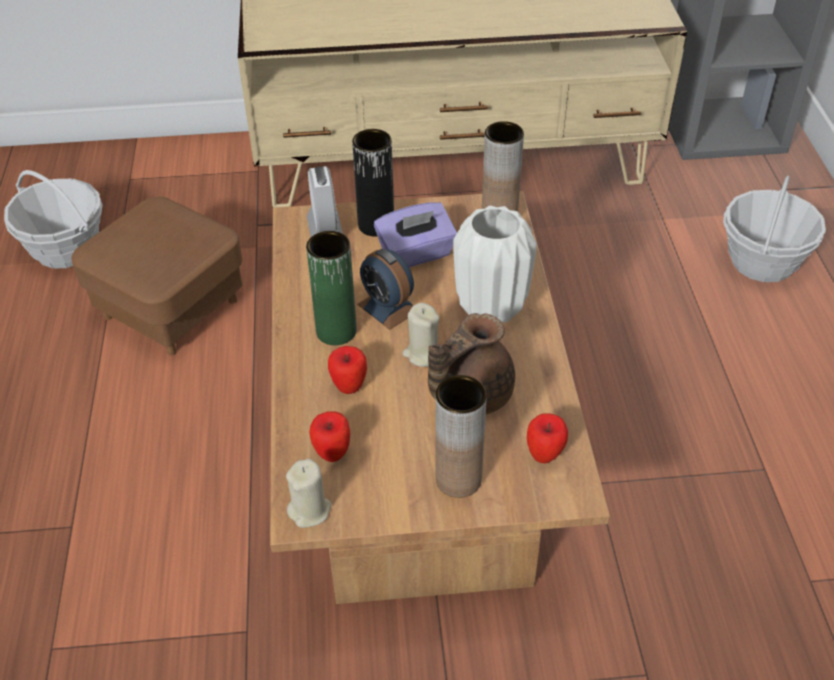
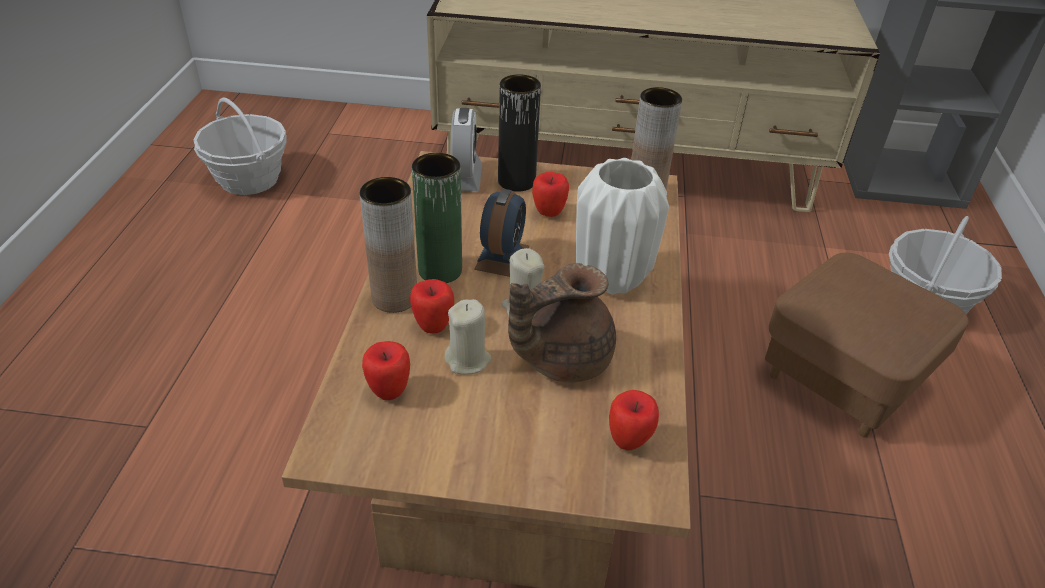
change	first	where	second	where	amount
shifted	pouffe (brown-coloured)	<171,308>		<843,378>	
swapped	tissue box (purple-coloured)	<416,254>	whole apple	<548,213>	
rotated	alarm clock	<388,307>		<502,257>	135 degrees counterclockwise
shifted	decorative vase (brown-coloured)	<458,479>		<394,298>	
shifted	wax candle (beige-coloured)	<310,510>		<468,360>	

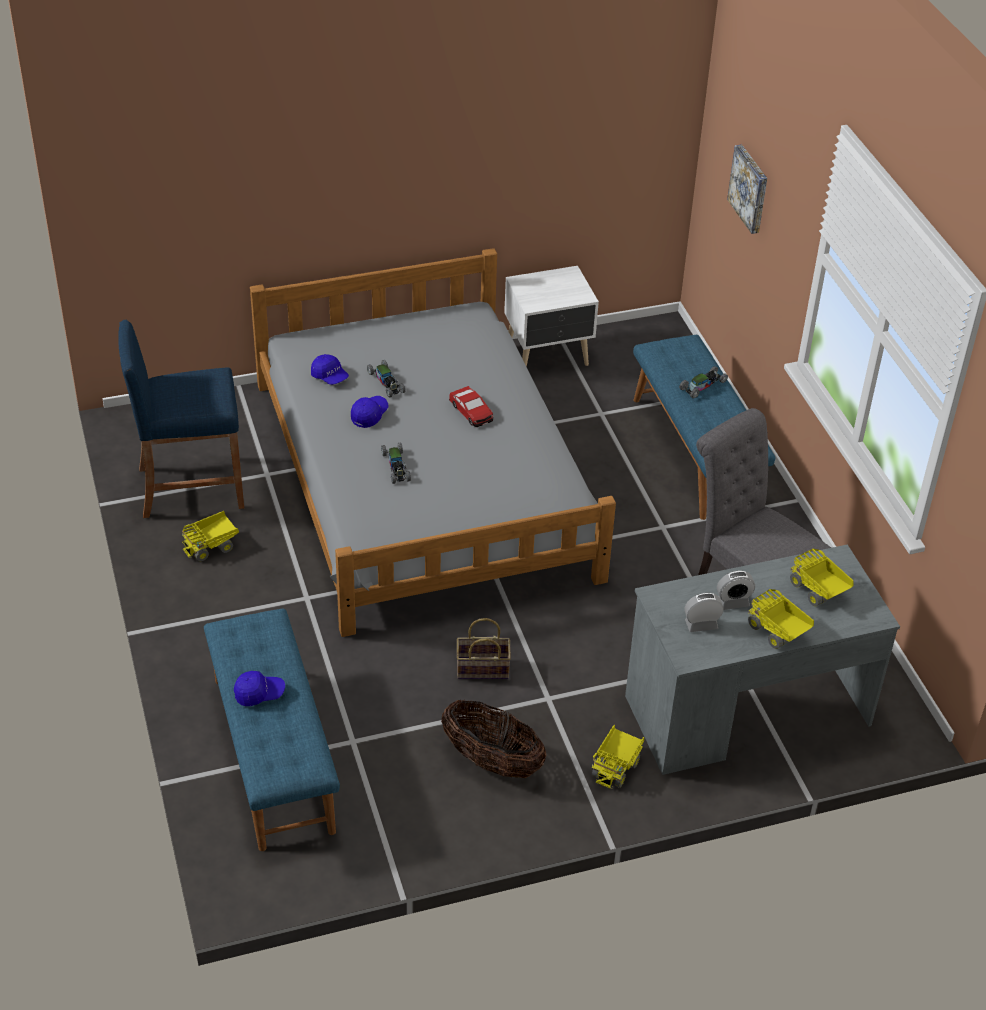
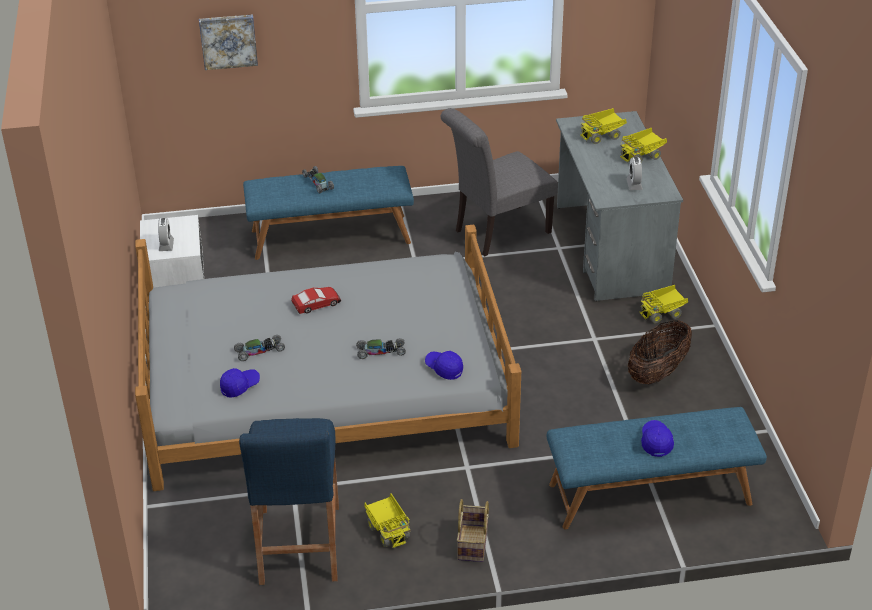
change	first	where	second	where	amount
shifted	baseball cap (blue-coloured)	<369,415>		<444,368>	
shifted	alarm clock	<733,602>		<166,245>	
shifted	storage basket	<481,669>		<473,544>	
rotated	model truck	<616,767>		<662,313>	120 degrees clockwise

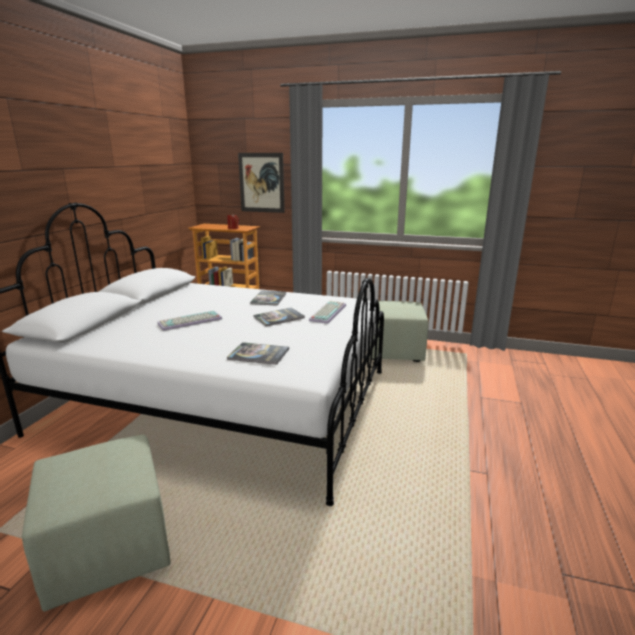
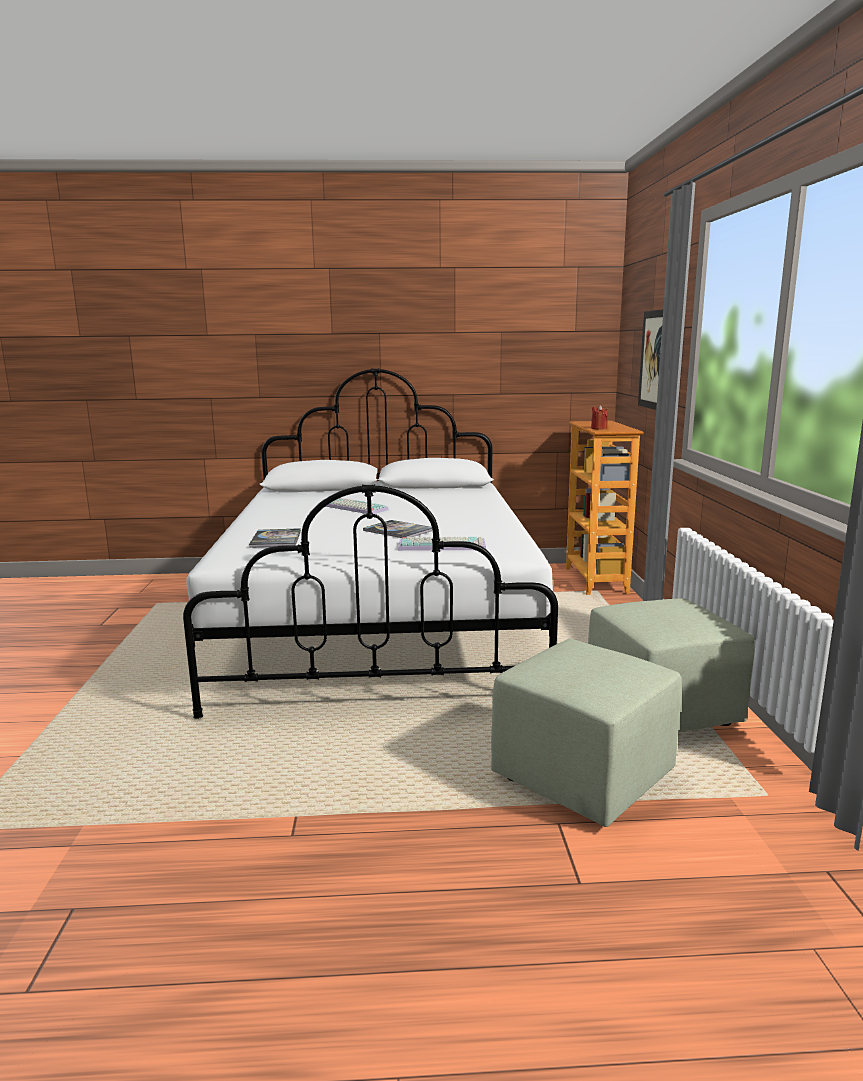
change	first	where	second	where	amount
gone	book	<269,298>			
shifted	pouffe (greenish)	<109,550>		<582,777>	

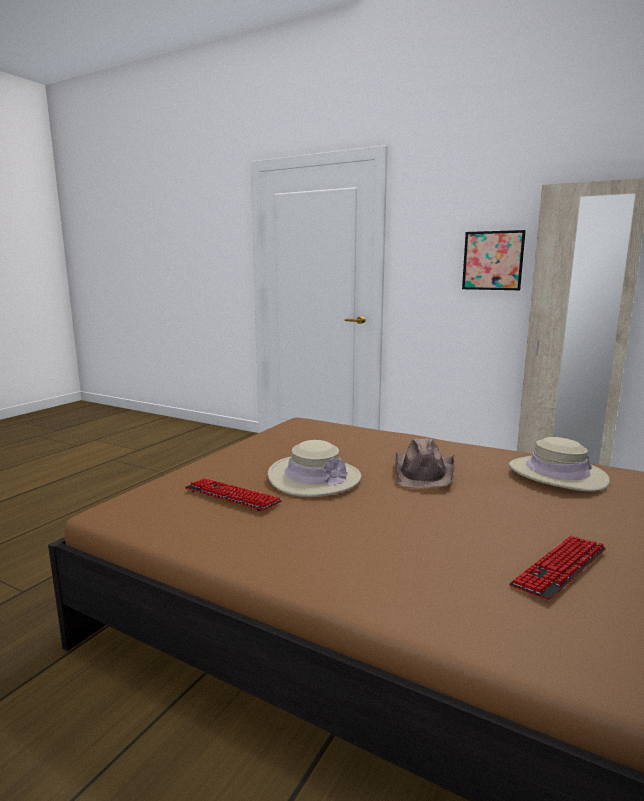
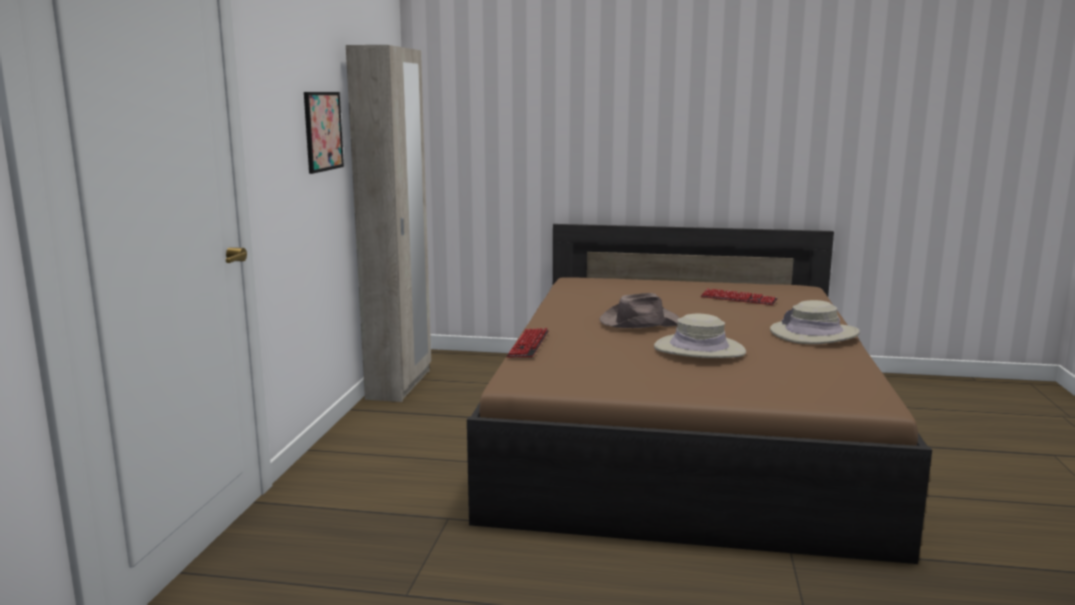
change	first	where	second	where	amount
shifted	hat (beige-coloured)	<557,474>		<814,334>	
shifted	PC keyboard	<232,496>		<528,345>	

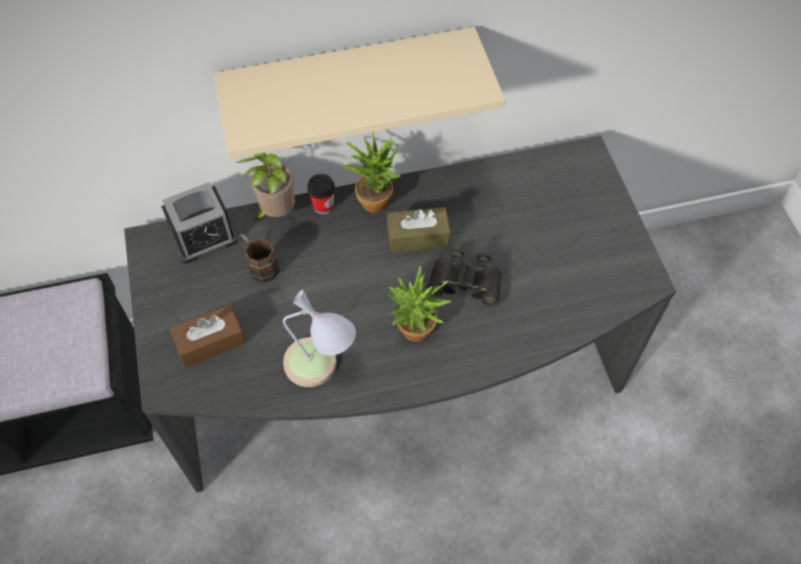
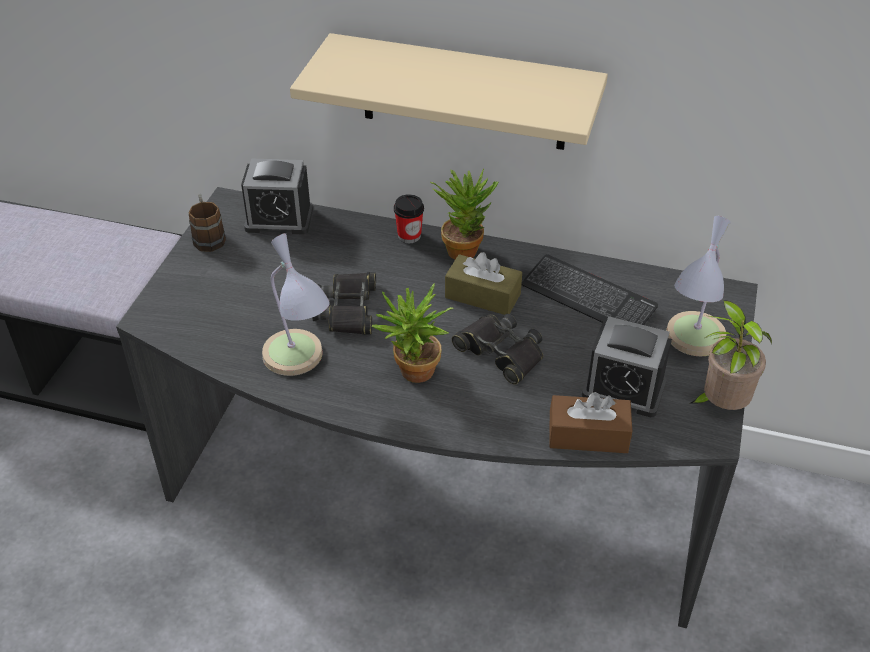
change	first	where	second	where	amount
shifted	houseplant	<276,212>		<720,406>	
shifted	coffee mug (brown-coloured)	<259,265>		<208,236>	
shifted	tissue box (brown-coloured)	<210,342>		<588,435>	
new			table lamp	<690,344>	
new			PC keyboard	<588,297>	
new			pair of binoculars (black-coloured)	<348,309>	
new			alarm clock	<623,389>	

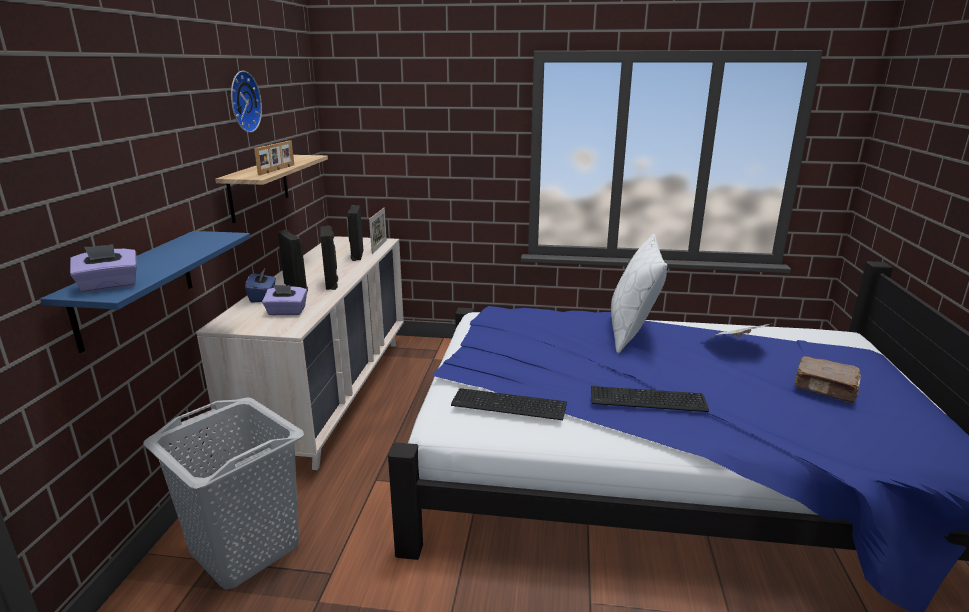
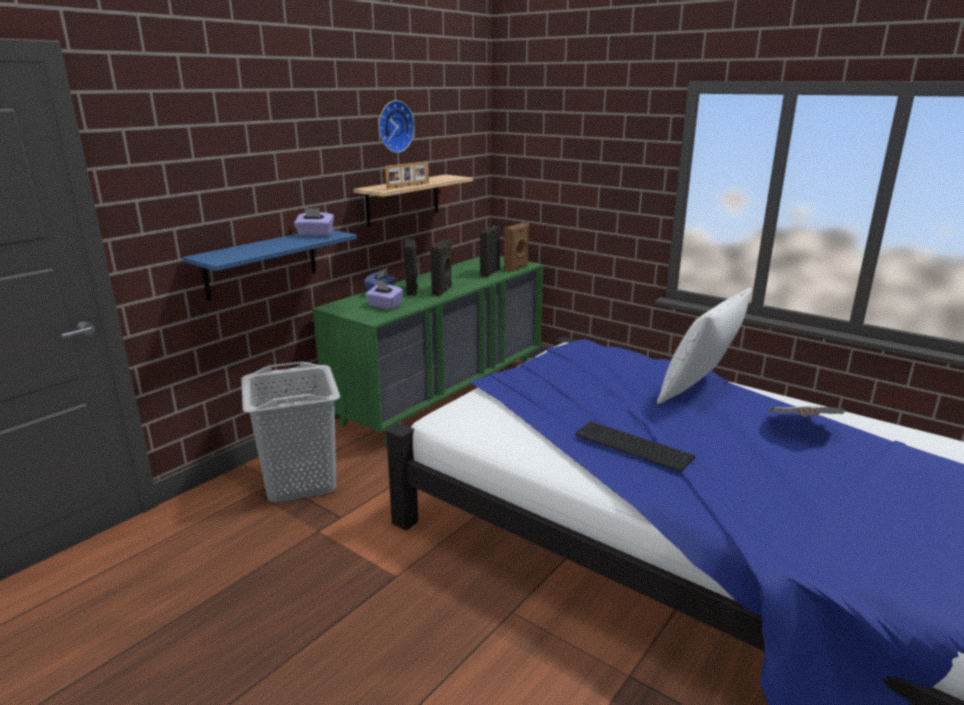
change	first	where	second	where	amount
swapped	photo frame	<379,247>	speaker (brown-coloured)	<516,268>	
repainted	dresser (beige-coloured)	<331,393>	dresser (greenish)	<443,393>	
shifted	tissue box (purple-coloured)	<109,286>		<315,235>	
gone	book (brown-coloured)	<826,389>			
gone	PC keyboard	<510,405>			

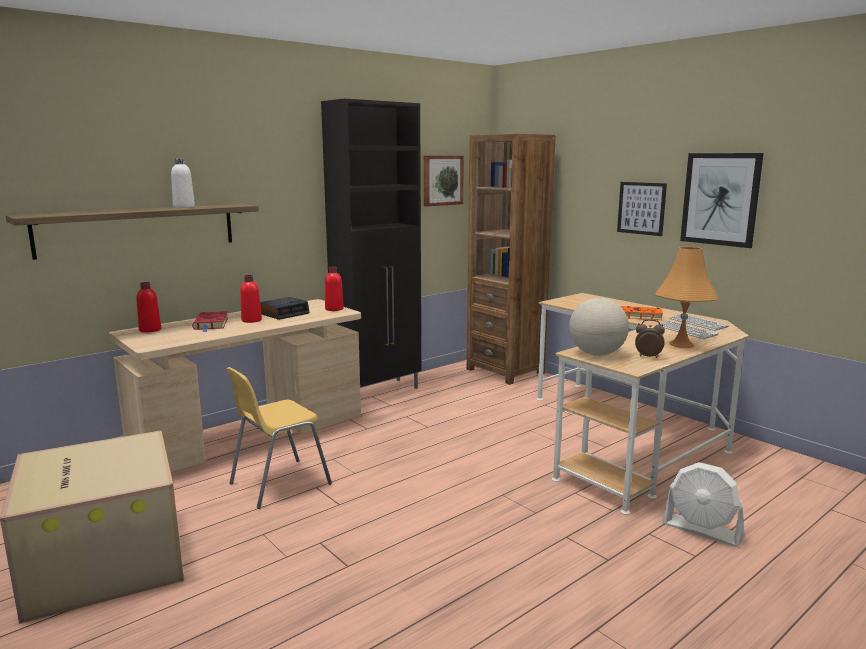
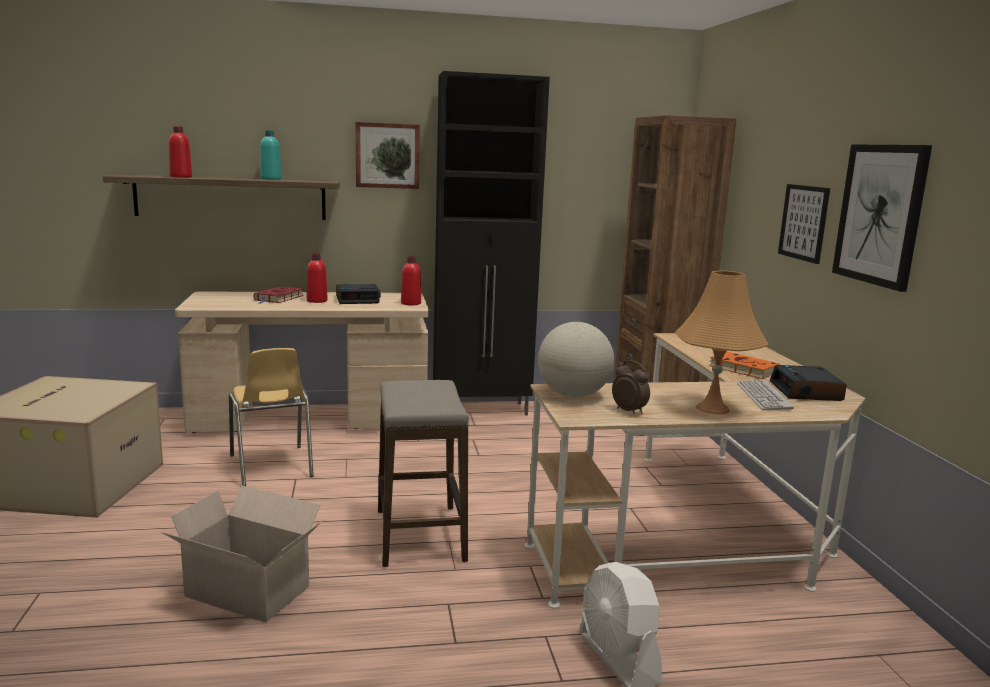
change	first	where	second	where	amount
shifted	wall picture	<442,180>		<387,155>	
repainted	bottle (white-coloured)	<184,207>	bottle (blue-green)	<271,179>	
shifted	bottle (reddish)	<150,330>		<181,177>	
swapped	PC keyboard	<697,323>	alarm clock	<806,391>	
rotated	chair (yellowish)	<278,484>		<271,466>	105 degrees counterclockwise
new			stool	<419,535>	
new			packing box	<250,593>	

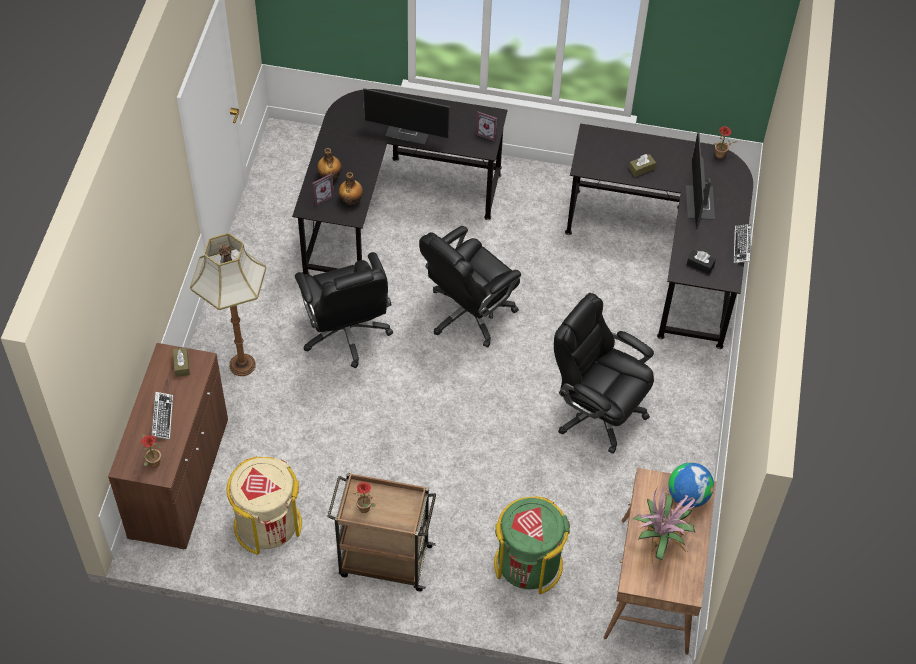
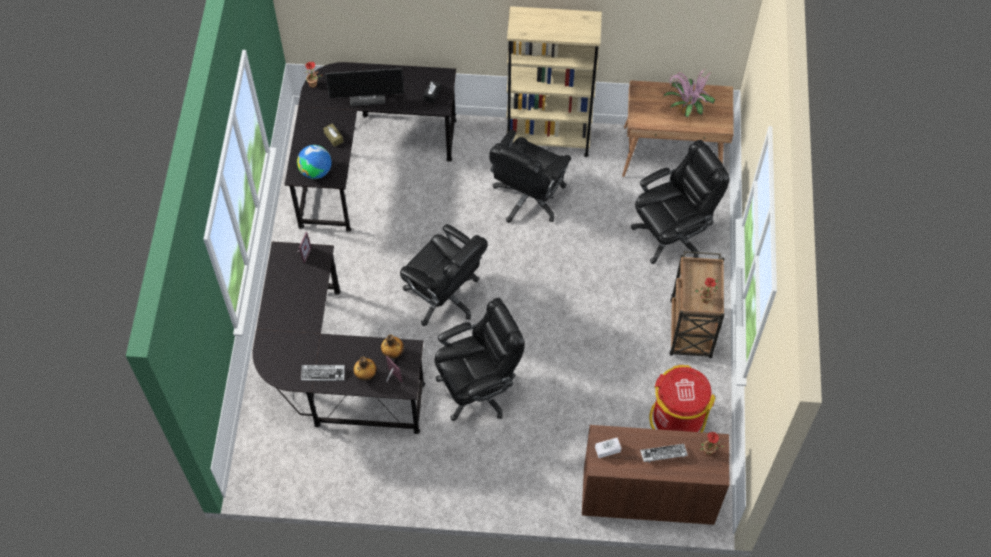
change	first	where	second	where	amount
gone	computer screen	<409,132>			
shifted	PC keyboard	<742,246>		<323,373>	
gone	standing lamp	<241,365>			
repainted	tissue box (brown-coloured)	<181,365>	tissue box (white-coloured)	<607,449>	
repainted	waste bin (beige-coloured)	<267,524>	waste bin (reddish)	<676,419>	
shifted	globe	<688,496>		<316,171>	
swapped	waste bin (greenish)	<528,564>	office chair (black-coloured)	<671,233>	
new			bookcase (beige-coloured)	<548,139>	

